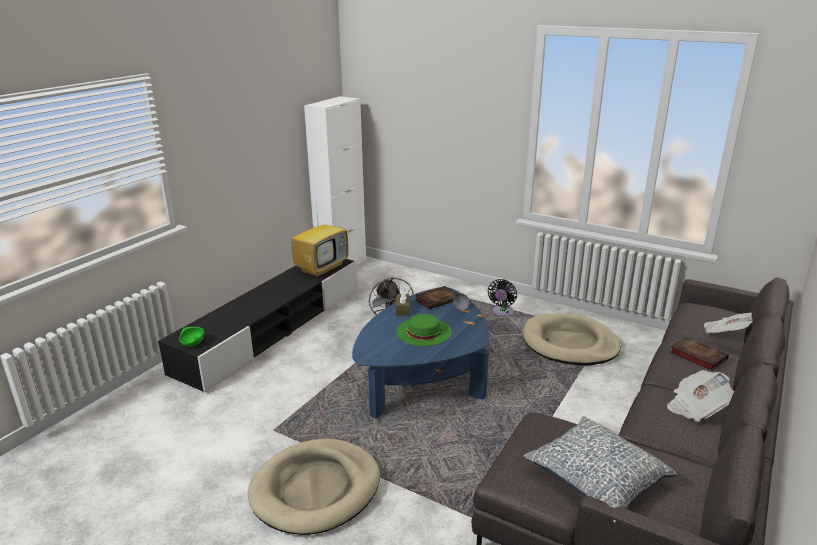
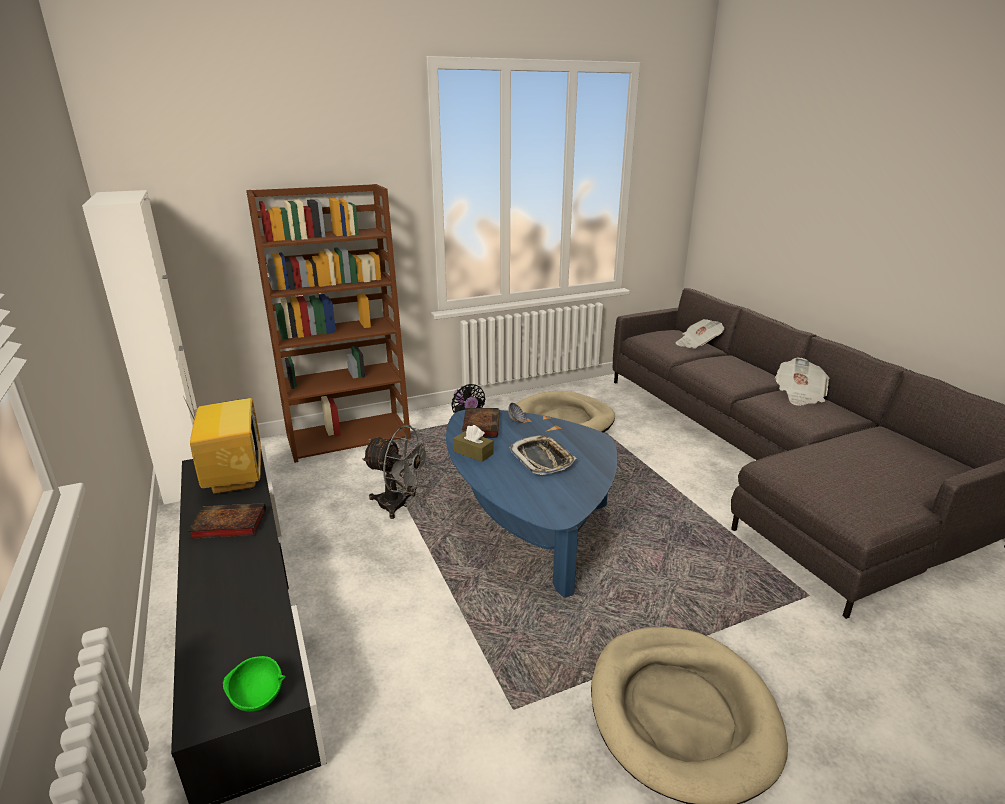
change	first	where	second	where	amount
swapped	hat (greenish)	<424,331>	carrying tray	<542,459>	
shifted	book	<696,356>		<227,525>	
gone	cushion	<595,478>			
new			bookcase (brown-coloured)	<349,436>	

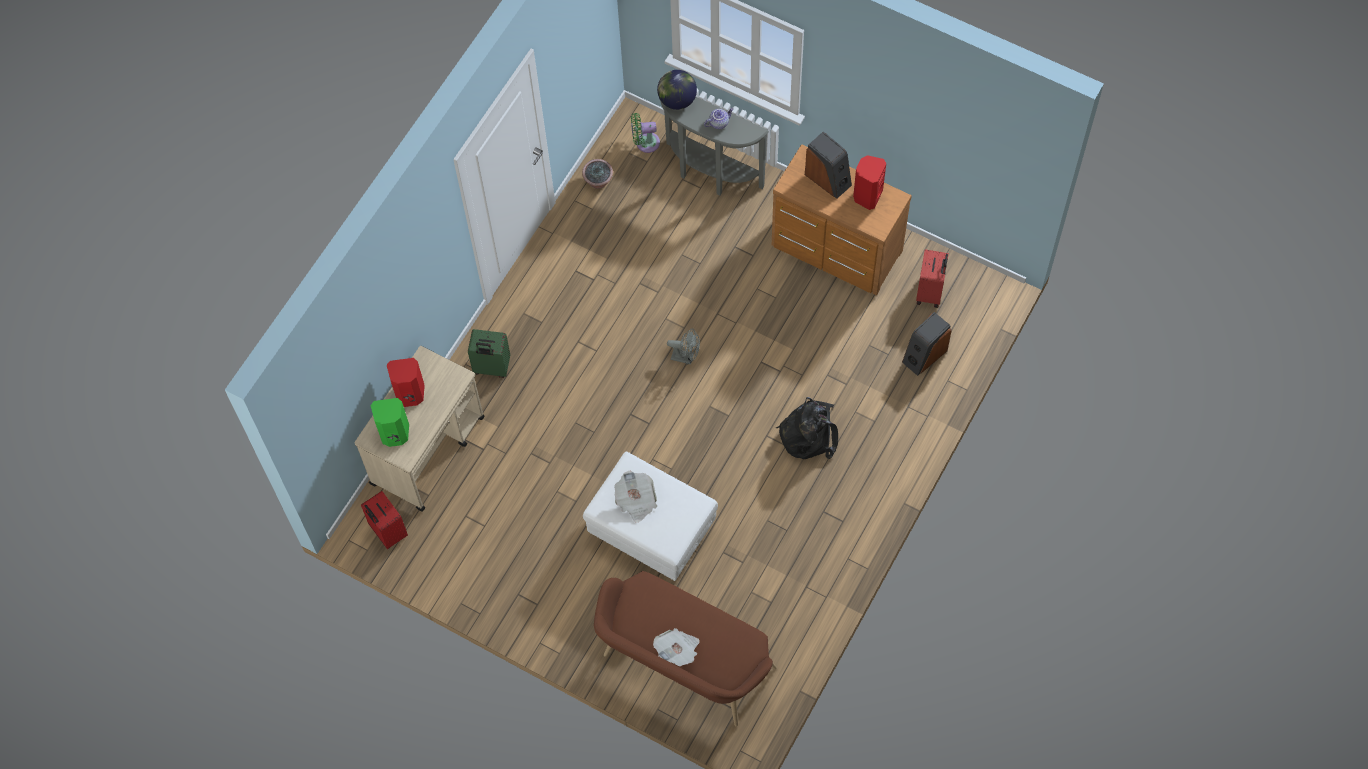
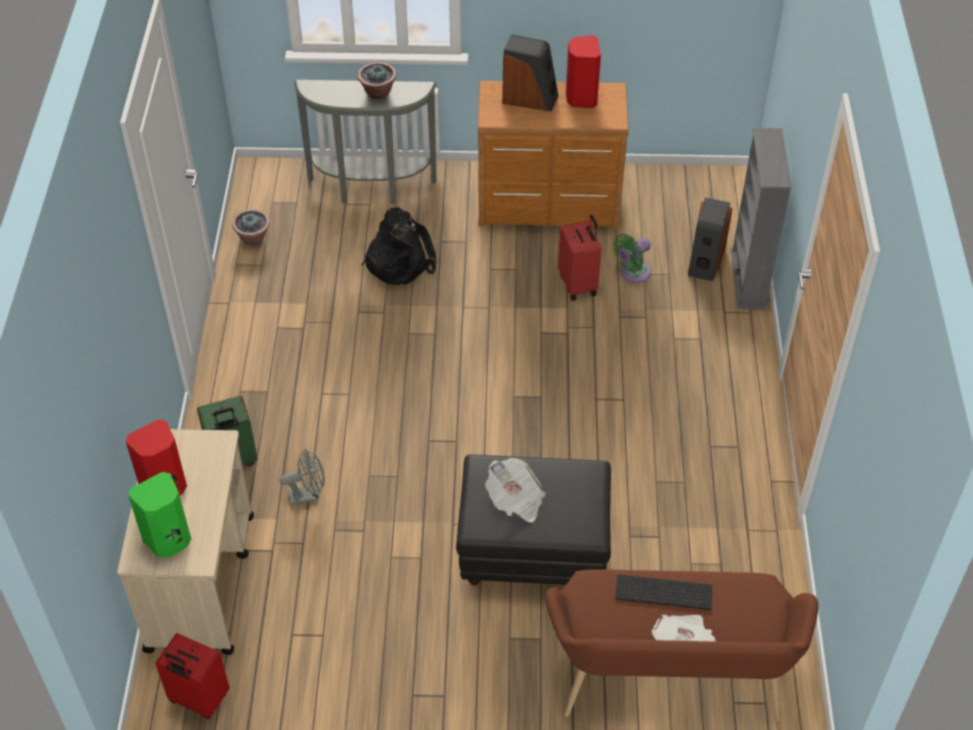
change	first	where	second	where	amount
gone	globe	<677,100>			
swapped	teapot	<718,122>	houseplant	<378,93>	
shifted	electric fan (greenish)	<645,143>		<633,273>	
shifted	piece of luggage (reddish)	<930,292>		<578,284>	
shifted	electric fan (gray)	<686,357>		<308,495>	
shifted	rucksack (black-coloured)	<809,433>		<398,261>	
repainted	pouffe (white-coloured)	<651,532>	pouffe (black-coloured)	<532,552>	
new			bookcase (gray)	<748,279>	
new			PC keyboard	<662,594>	

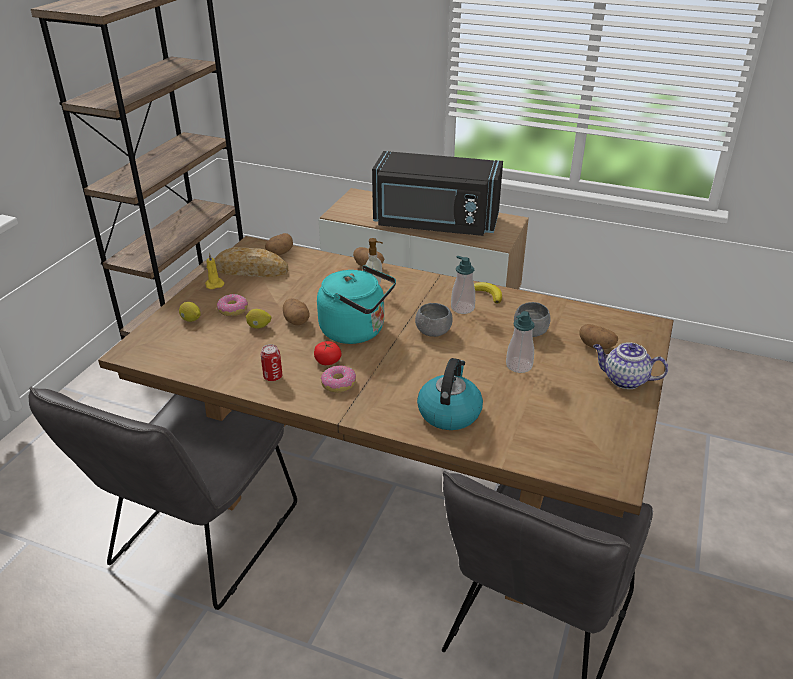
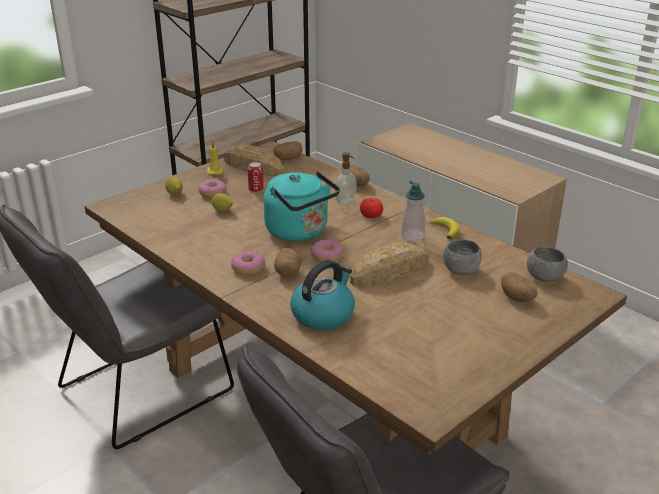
change	first	where	second	where	amount
gone	microwave oven (black-coloured)	<435,223>			
shifted	spud	<296,321>		<287,272>	
shifted	deep dish (gray)	<433,332>		<545,277>	
gone	soap bottle	<519,365>			
shifted	tomato	<327,361>		<371,215>	
gone	teapot	<624,380>			
shifted	can	<273,377>		<256,189>	
new			doughnut	<327,256>	
new			bread	<389,271>	

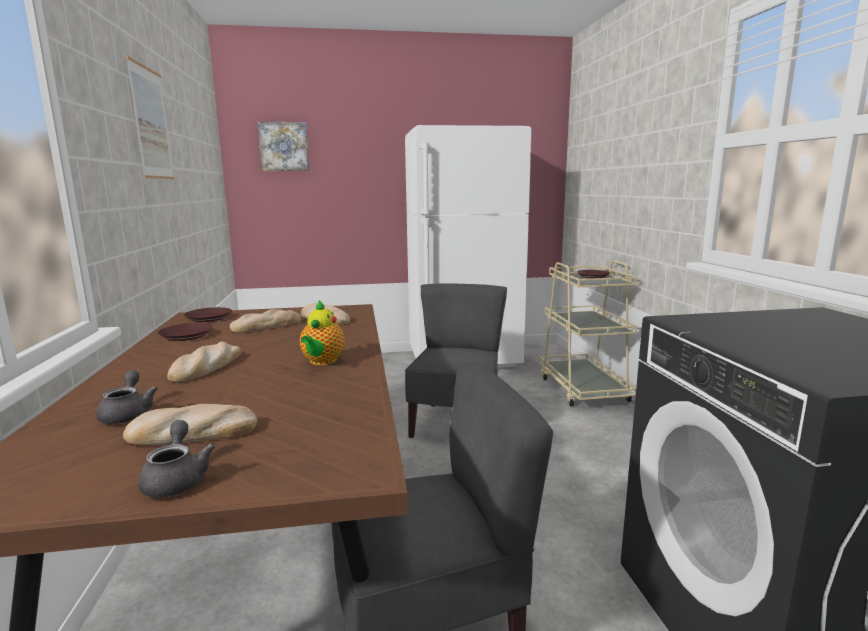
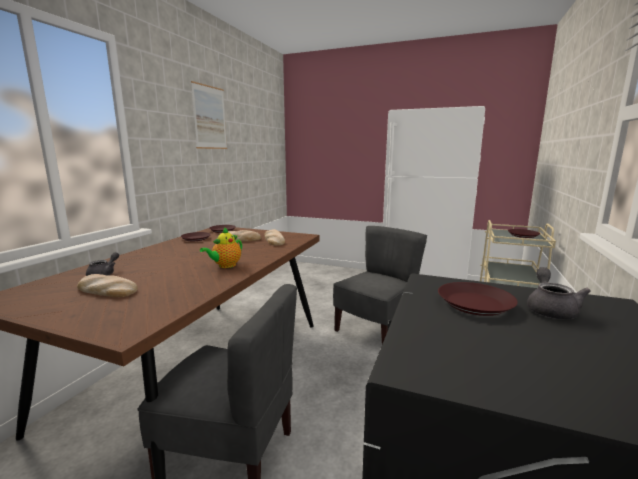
change	first	where	second	where	amount
gone	wall picture	<284,146>			
gone	bread	<206,367>			
shifted	teapot (gray)	<177,479>		<550,309>	
new			flat dish (brown-coloured)	<475,304>	

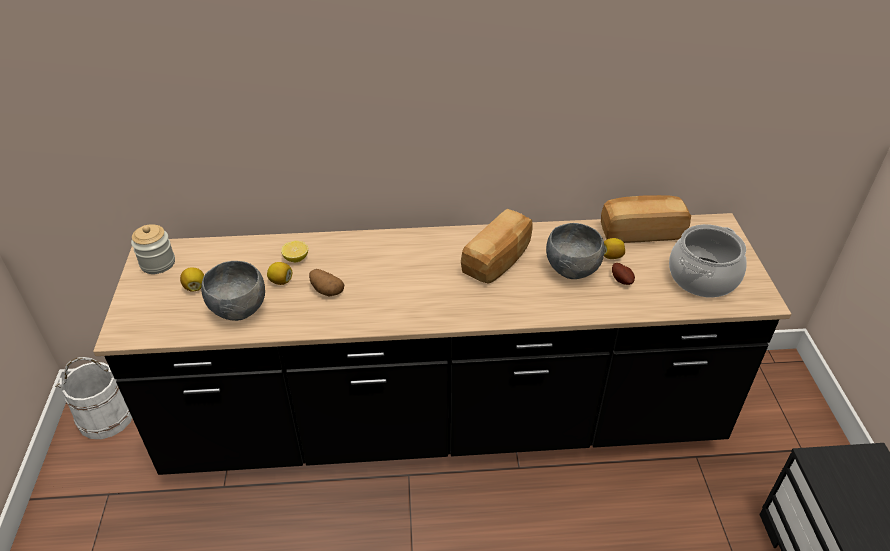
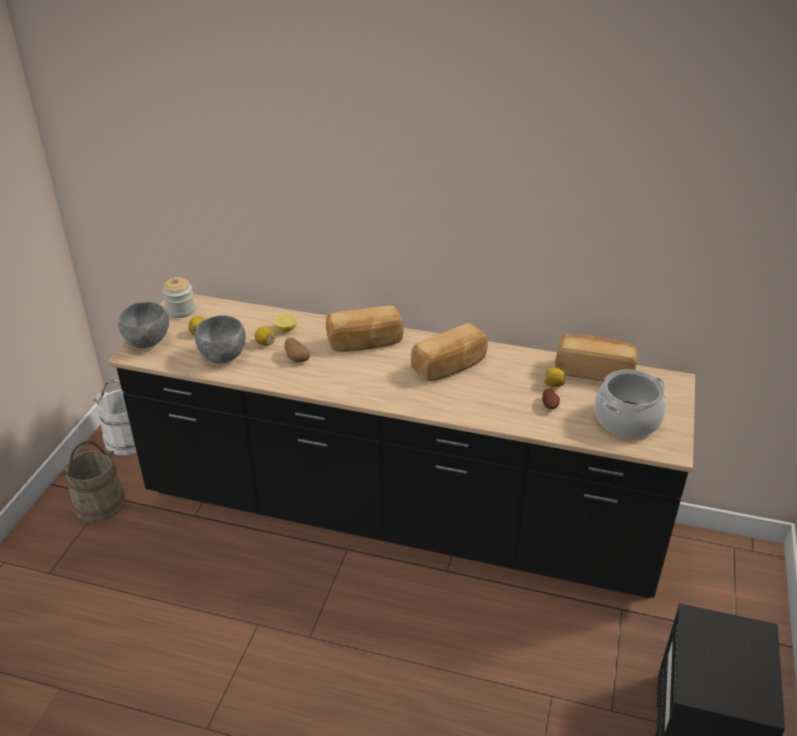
change	first	where	second	where	amount
shifted	deep dish (gray)	<572,269>		<148,342>	
new			bread	<365,343>	
new			pail (beige-coloured)	<99,503>	

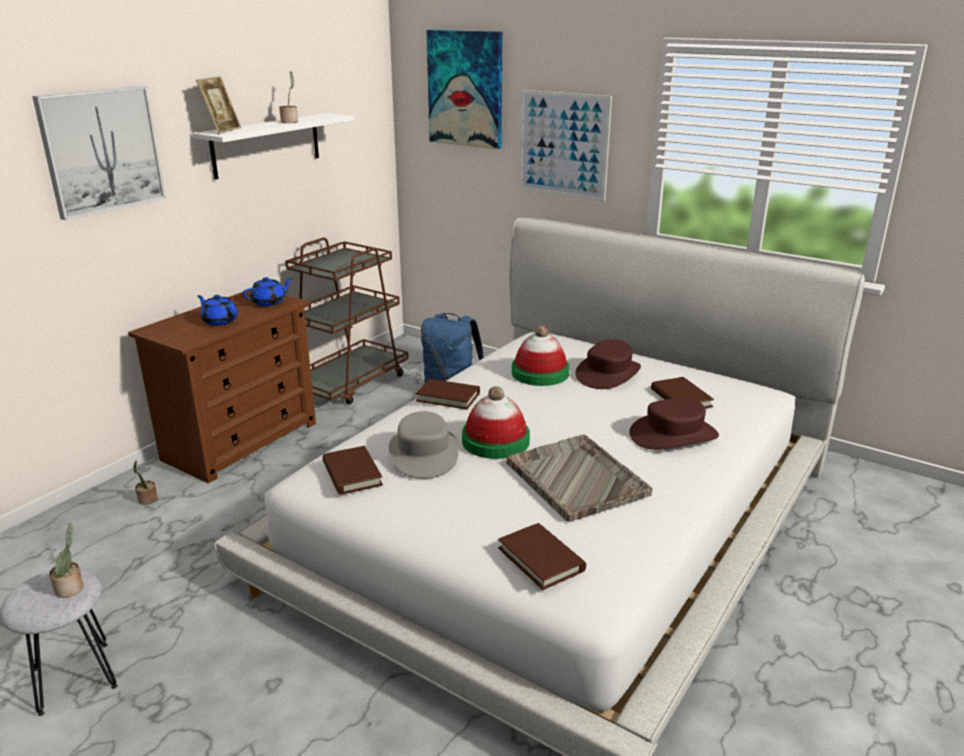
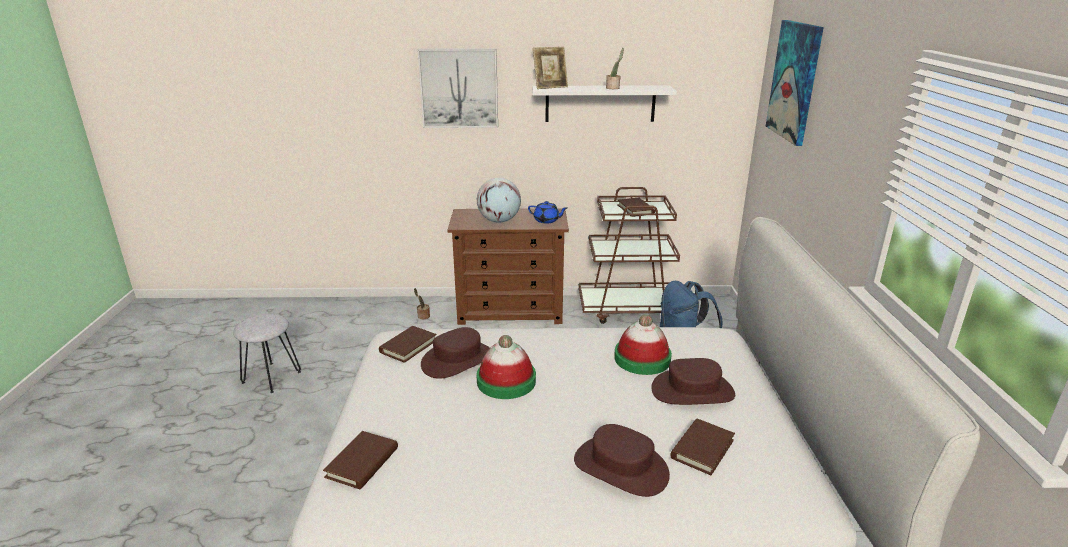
change	first	where	second	where	amount
gone	wall picture	<563,145>			
swapped	teapot (blue-coloured)	<219,321>	globe	<499,221>	
shifted	book (brown-coloured)	<448,397>		<635,209>	
repainted	hat (gray)	<423,453>	hat (brown-coloured)	<457,360>	
gone	carrying tray (gray)	<575,478>			
gone	houseplant	<71,588>			

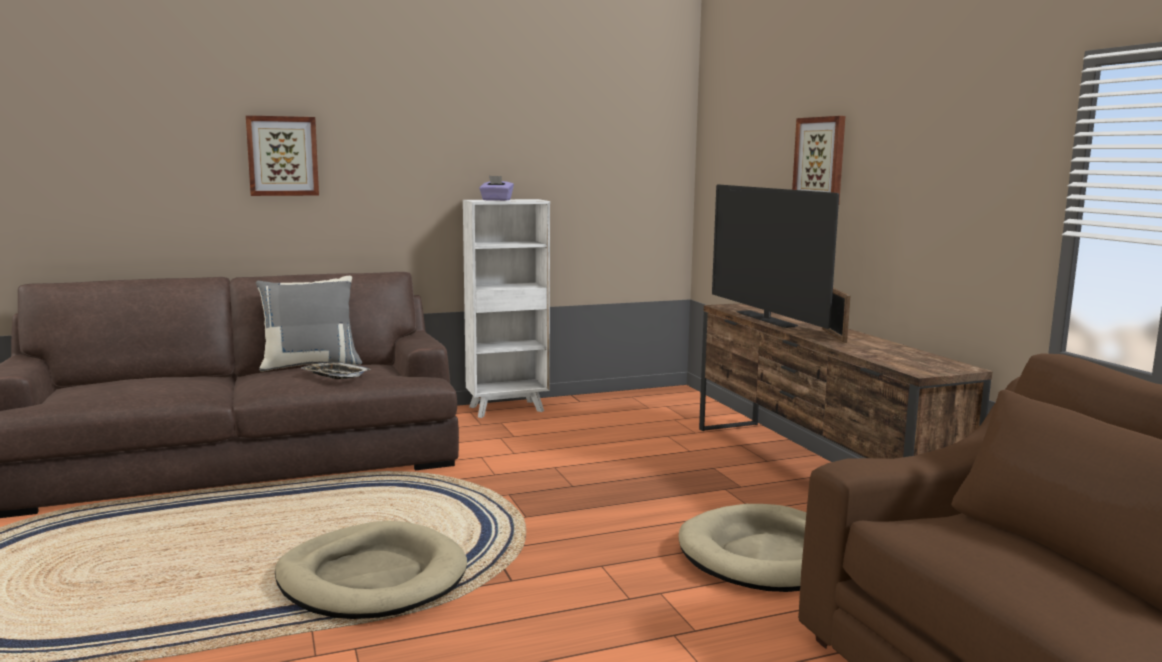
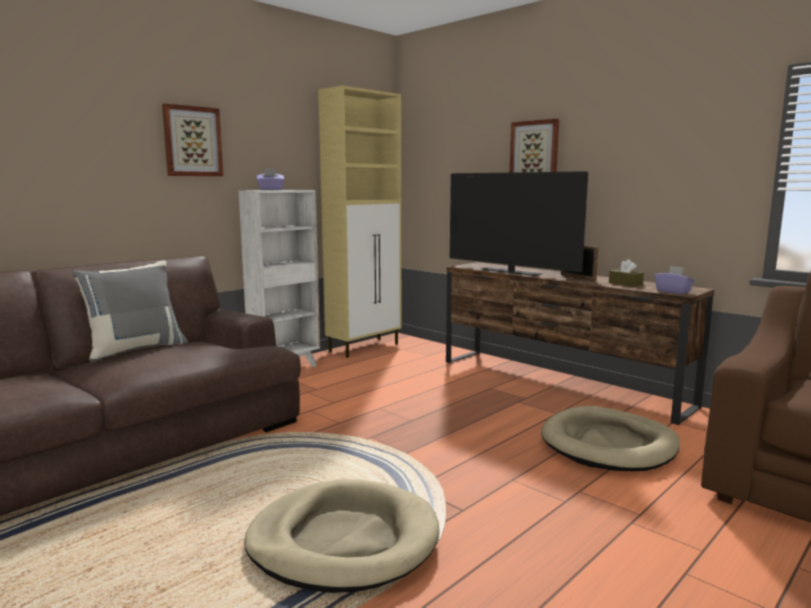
change	first	where	second	where	amount
shifted	wall picture	<282,156>		<192,141>	
gone	carrying tray	<335,375>			
new			cabinet (beige-coloured)	<365,347>	
new			tissue box (brown-coloured)	<625,284>	
new			tissue box (purple-coloured)	<673,292>	

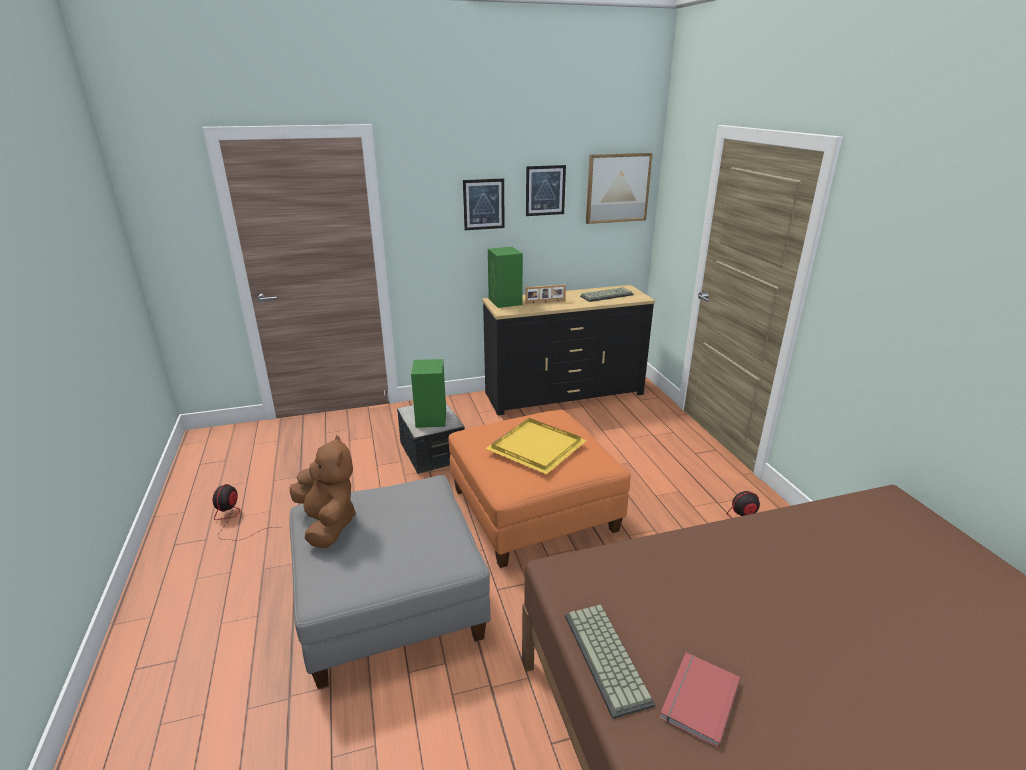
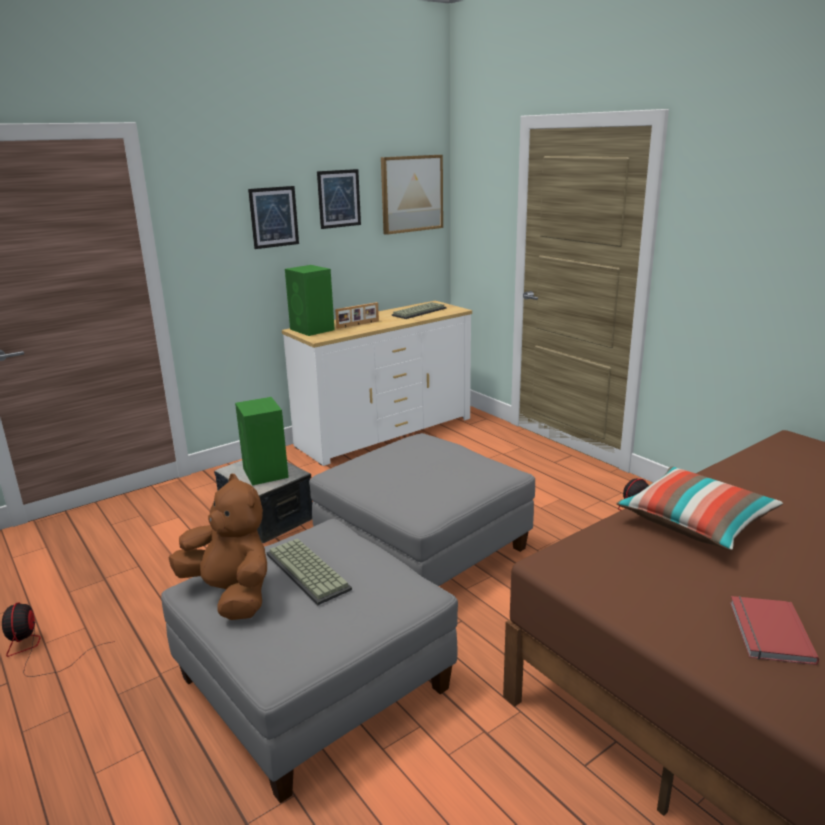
change	first	where	second	where	amount
repainted	dresser (black-coloured)	<563,394>	dresser (white-coloured)	<384,432>	
repainted	pouffe (orange)	<534,510>	pouffe (gray)	<423,549>	
gone	carrying tray (yellowish)	<536,448>			
shifted	PC keyboard	<608,658>		<309,571>	
new			cushion	<695,523>	

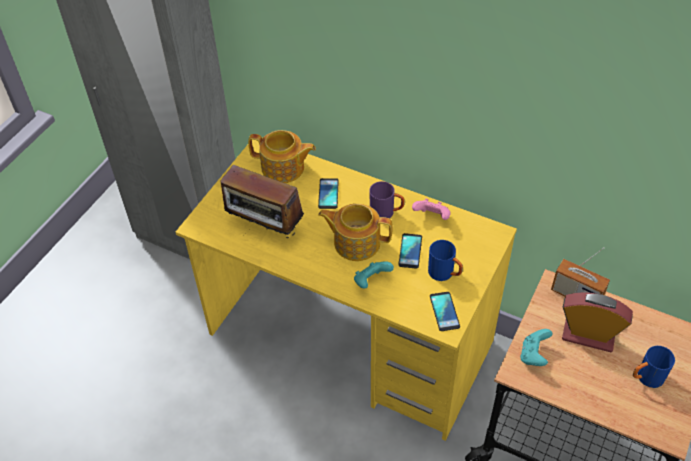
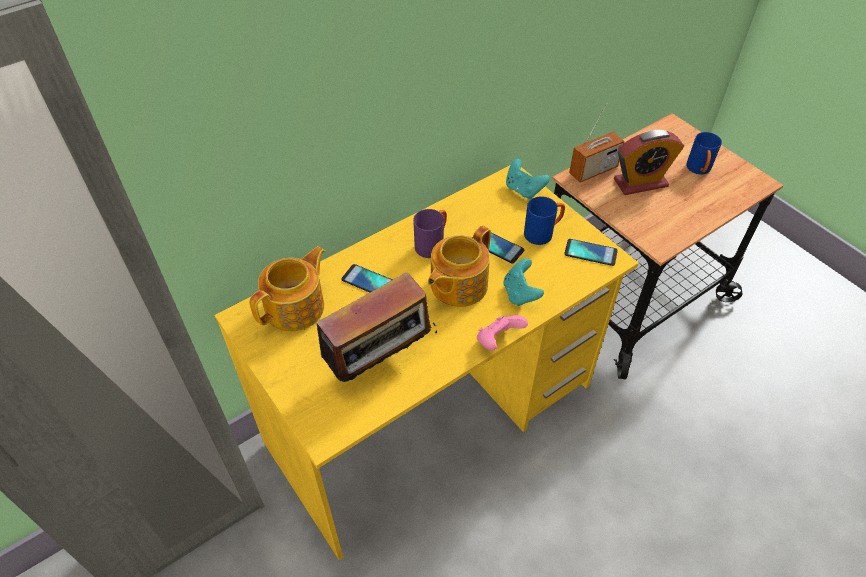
change	first	where	second	where	amount
shifted	joypad (pinkish)	<432,217>		<498,341>	
rotated	alarm clock	<588,335>		<640,183>	150 degrees counterclockwise
shifted	joypad (blue-green)	<533,355>		<523,190>	

